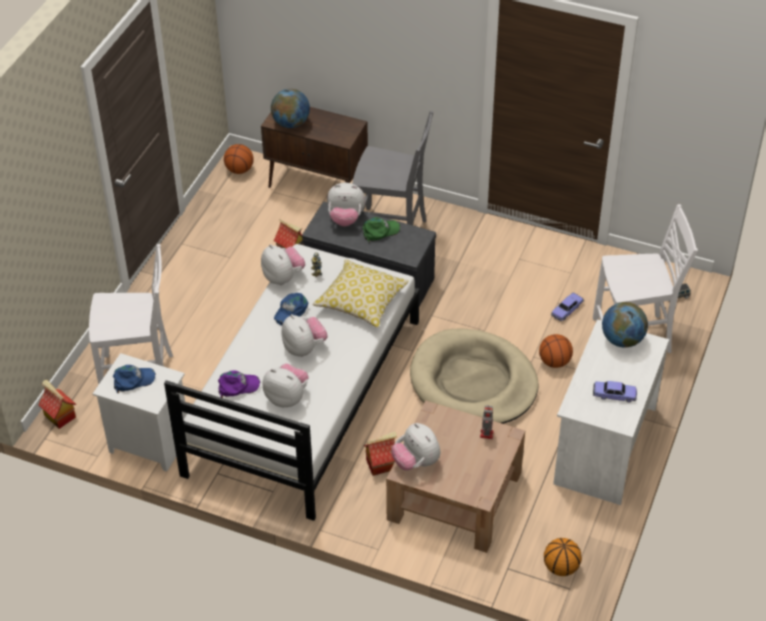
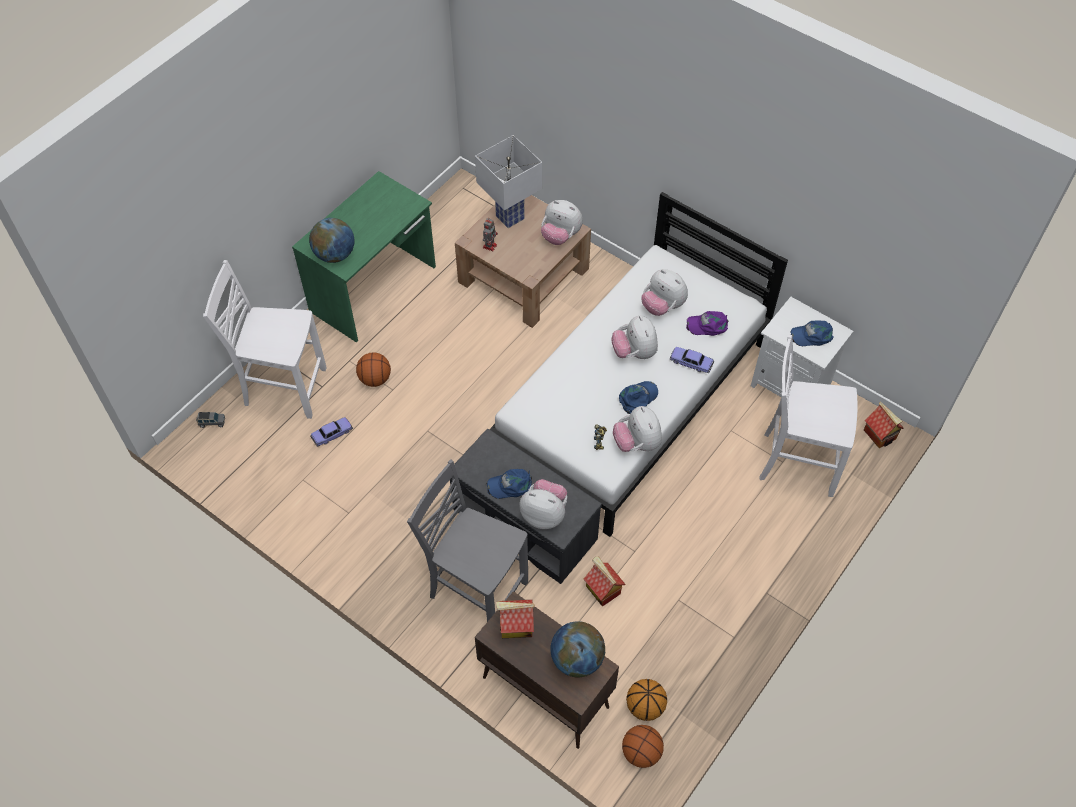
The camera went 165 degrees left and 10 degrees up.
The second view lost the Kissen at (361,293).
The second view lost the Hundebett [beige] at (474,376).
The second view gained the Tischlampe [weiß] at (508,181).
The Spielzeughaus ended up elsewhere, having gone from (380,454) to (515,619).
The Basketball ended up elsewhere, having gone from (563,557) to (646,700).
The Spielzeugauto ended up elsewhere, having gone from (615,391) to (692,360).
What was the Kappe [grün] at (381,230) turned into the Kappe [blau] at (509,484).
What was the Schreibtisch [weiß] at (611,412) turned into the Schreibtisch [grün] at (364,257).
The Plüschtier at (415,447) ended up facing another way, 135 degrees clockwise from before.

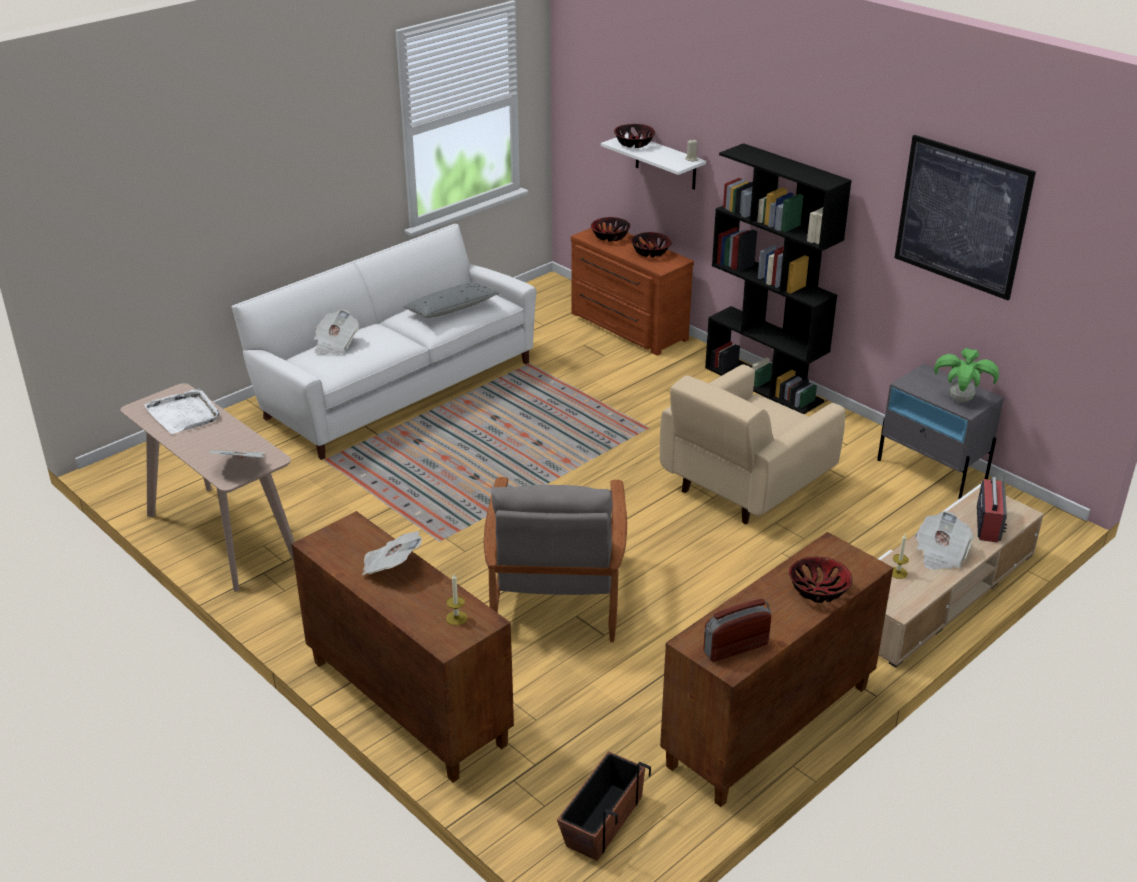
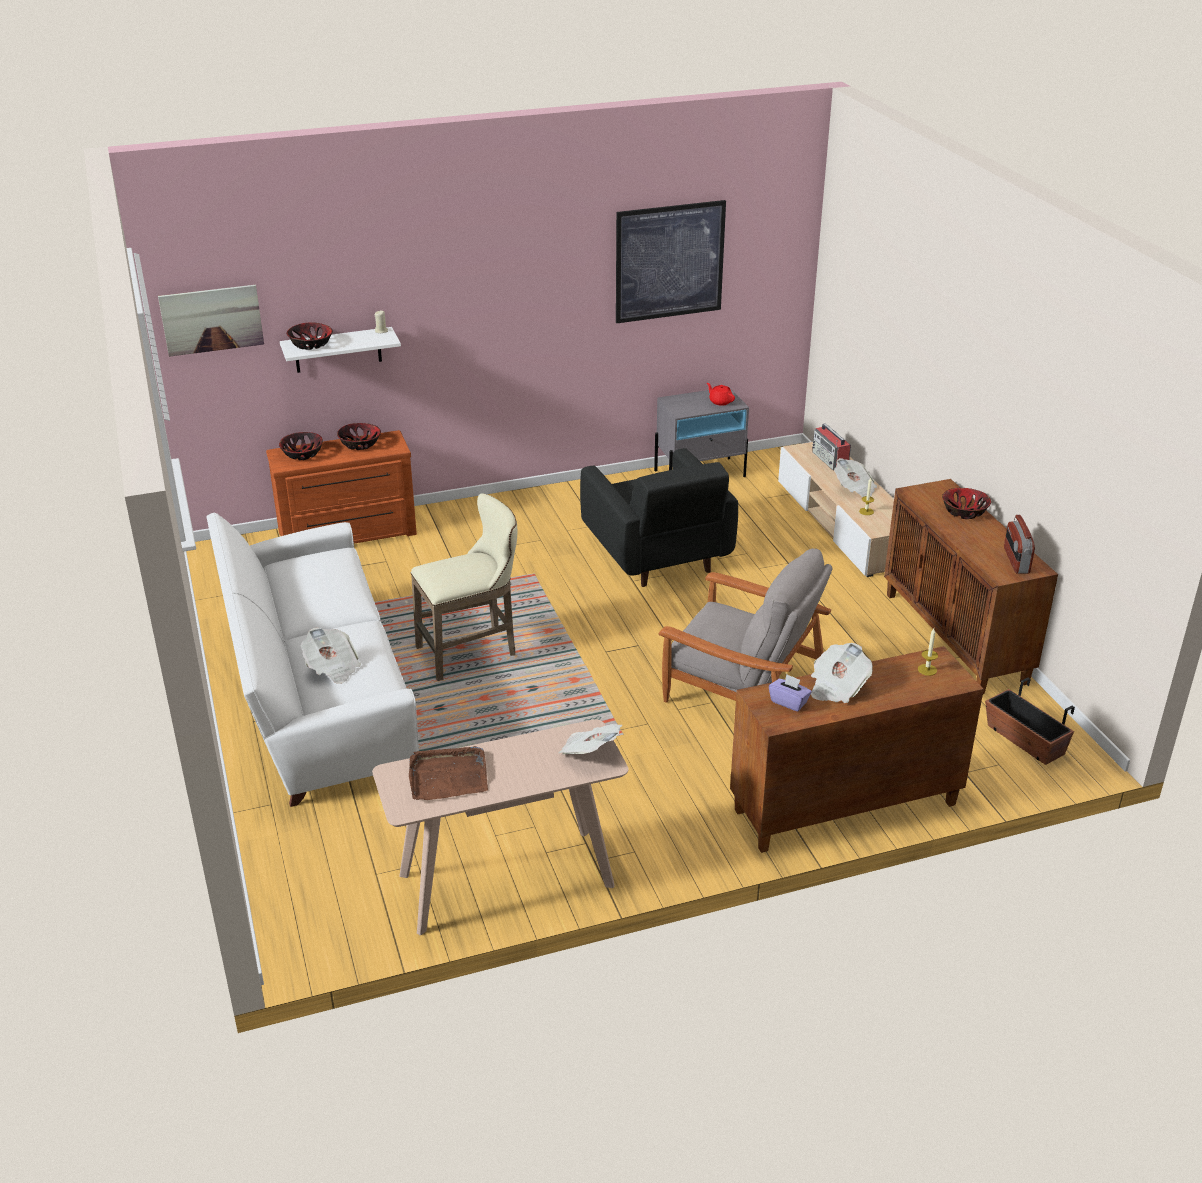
The camera went 65 degrees left and 0 degrees up.
The second view lost the Kissen [grau] at (451,300).
The second view lost the Bücherregal [schwarz] at (778,278).
The second view gained the Bild at (211,321).
The second view gained the Hocker [beige] at (464,587).
The second view gained the Taschentuchbox [lila] at (790,692).
Where the Topfpflanze stood at (966,375), the Teekanne [rot] came to stand at (721,394).
What was the Tablett [weiß] at (181,411) turned into the Tablett [braun] at (448,773).
What was the Sessel [beige] at (753,444) turned into the Sessel [schwarz] at (659,517).
The Radio at (992,509) ended up facing another way, 150 degrees counterclockwise from before.

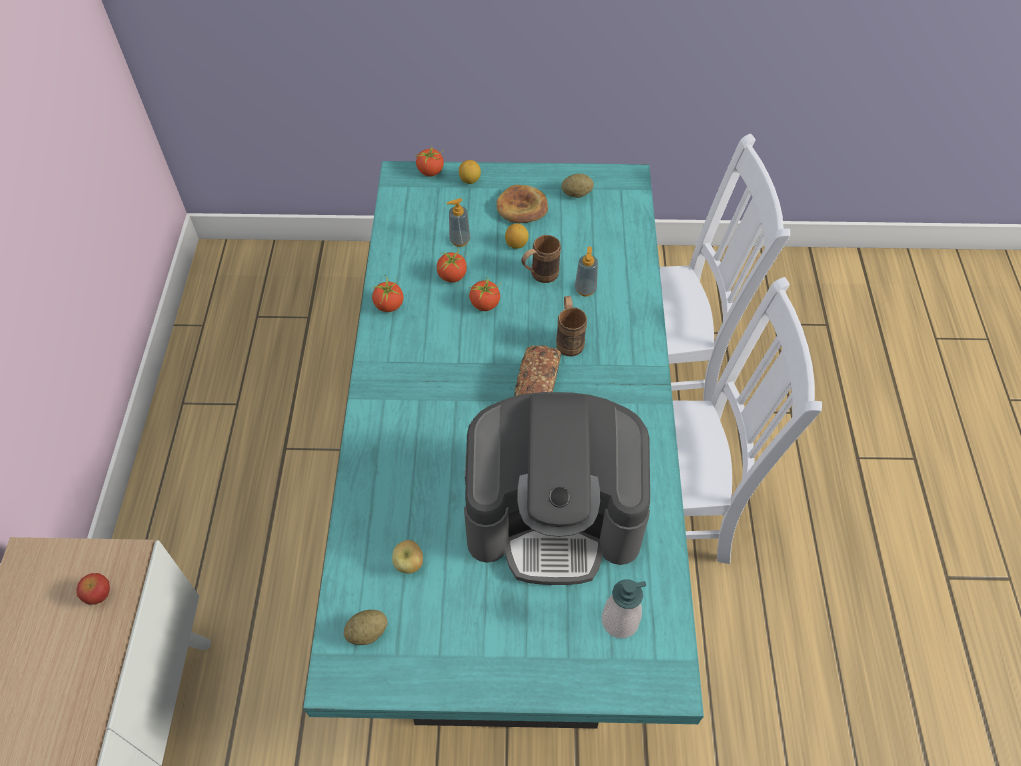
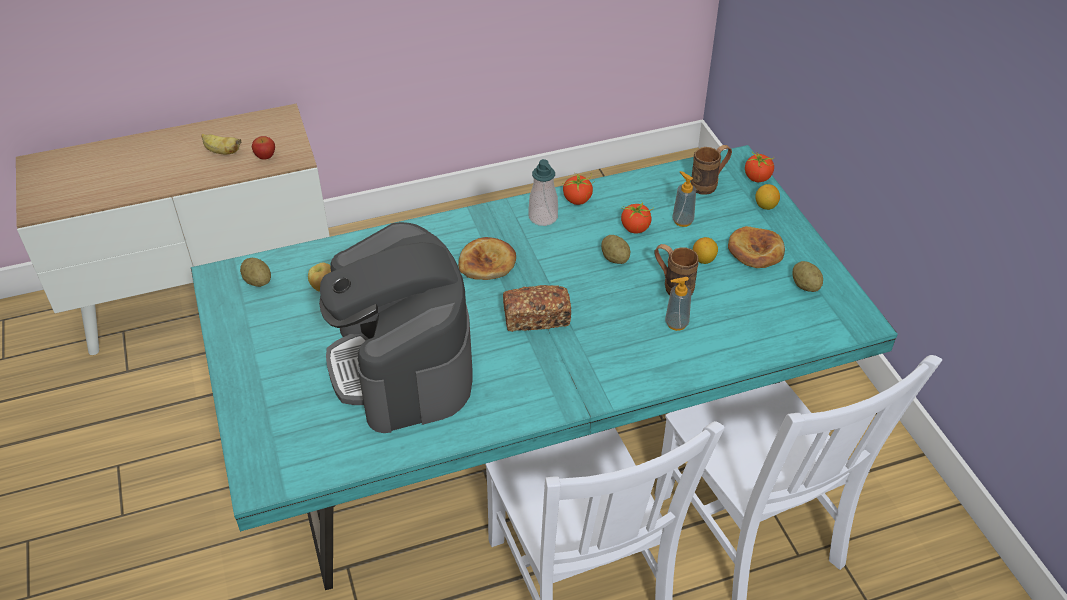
The camera went 70 degrees right and 10 degrees down.
The second view gained the Banane at (221,144).
The second view gained the Brot at (487,258).
The Henkelbecher [braun] ended up elsewhere, having gone from (571,326) to (711,170).
The Seifenspender ended up elsewhere, having gone from (623,609) to (543,192).
Where the Tomate stood at (484,294), the Kartoffel came to stand at (615,249).

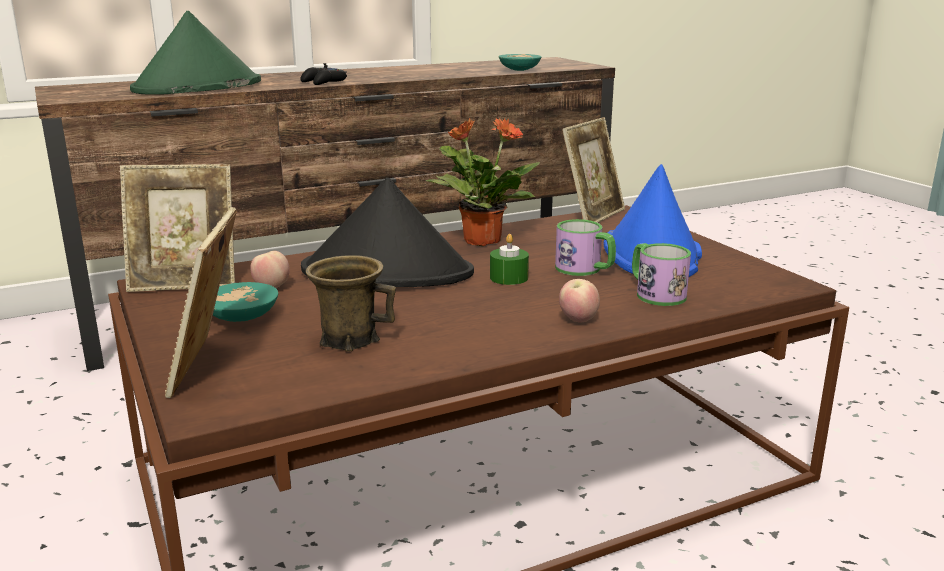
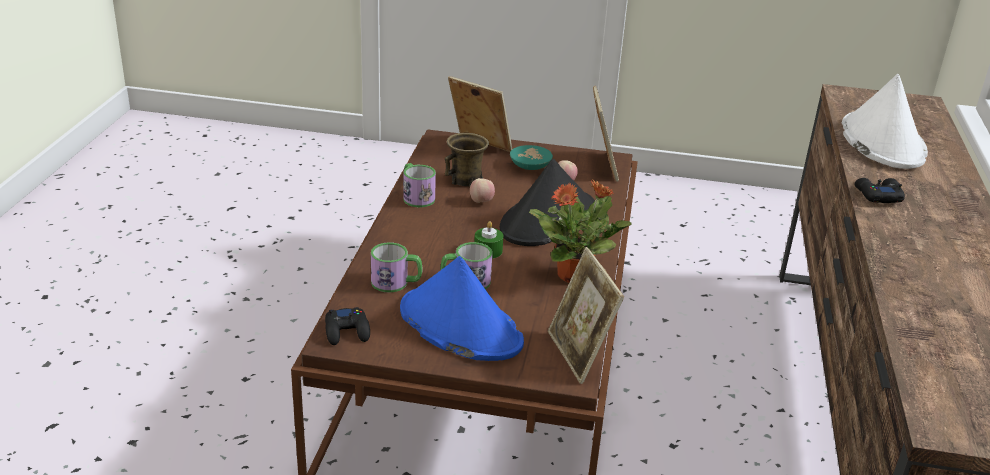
The camera went 125 degrees right and 10 degrees up.
The second view lost the Schüssel [türkis] at (520,62).
The second view gained the Gamepad [schwarz] at (347,326).
The second view gained the Henkelbecher at (420,185).
The Apfel ended up elsewhere, having gone from (579,301) to (482,190).
What was the Hut [grün] at (195,53) turned into the Hut [weiß] at (885,121).
The Bilderrahmen at (177,228) ended up facing another way, 150 degrees clockwise from before.

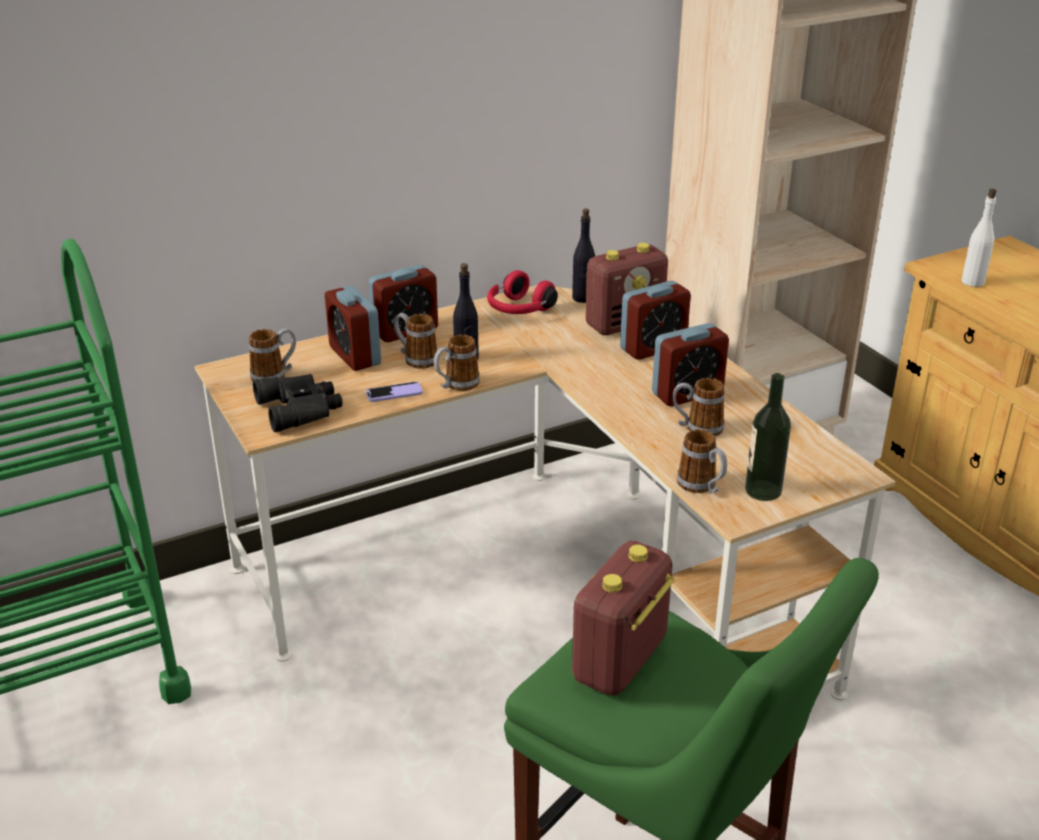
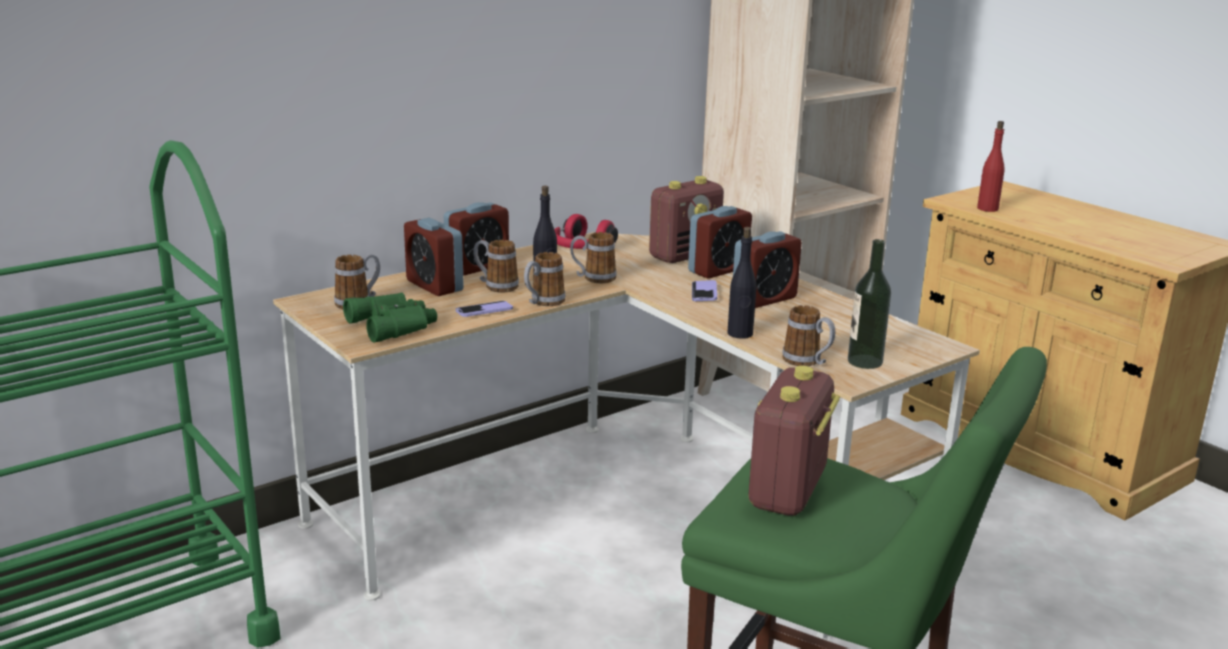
The camera went 10 degrees left and 10 degrees down.
The second view gained the Handy at (704,290).
The Flasche [schwarz] ended up elsewhere, having gone from (583,256) to (741,283).
The Henkelbecher ended up elsewhere, having gone from (699,407) to (593,257).
What was the Fernglas [schwarz] at (297,403) turned into the Fernglas [grün] at (390,317).
What was the Flasche [weiß] at (978,238) turned into the Flasche [rot] at (991,166).

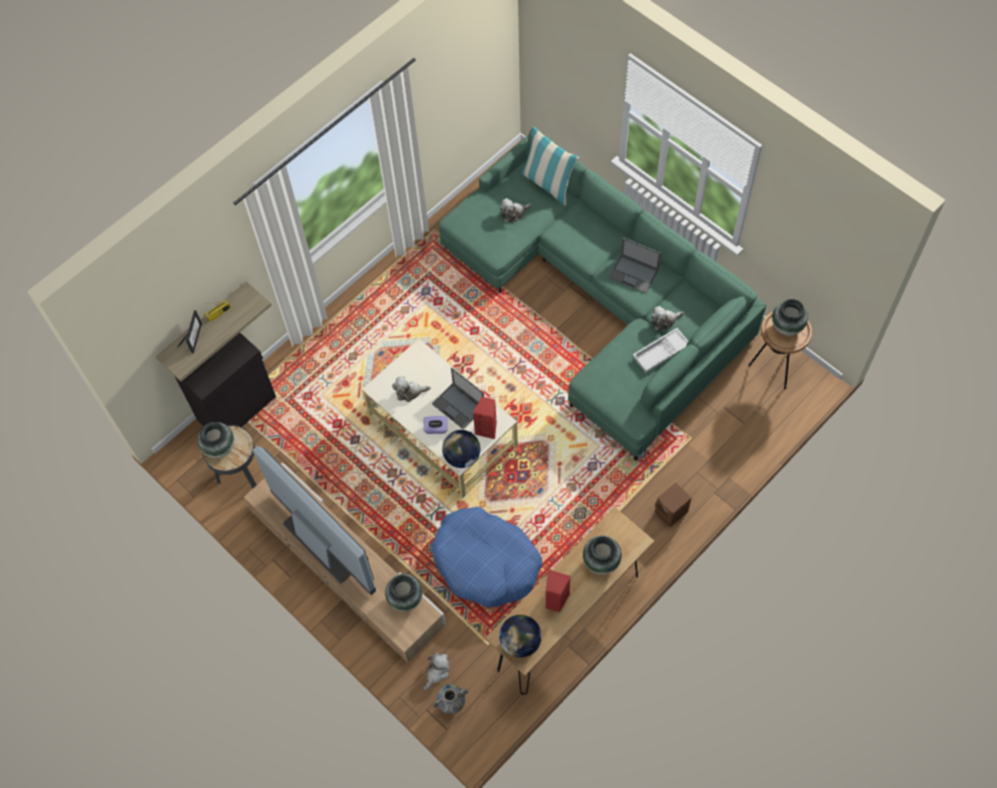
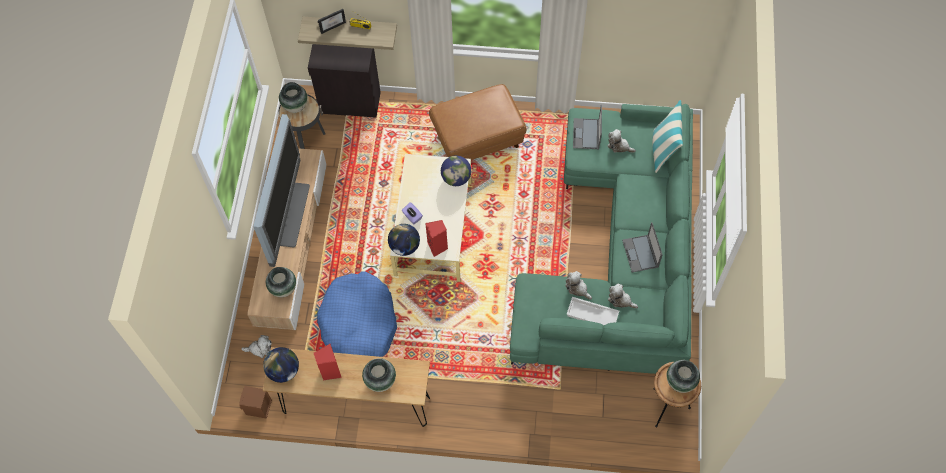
The camera went 50 degrees right and 0 degrees up.
The second view lost the Vase at (450,698).
The second view gained the Polsterhocker [braun] at (478,122).
The second view gained the Globus at (456,170).
The Plüschtier ended up elsewhere, having gone from (411,389) to (578,285).
The Laptop ended up elsewhere, having gone from (458,398) to (587,127).
The Lautsprecher [braun] ended up elsewhere, having gone from (673,504) to (256,402).

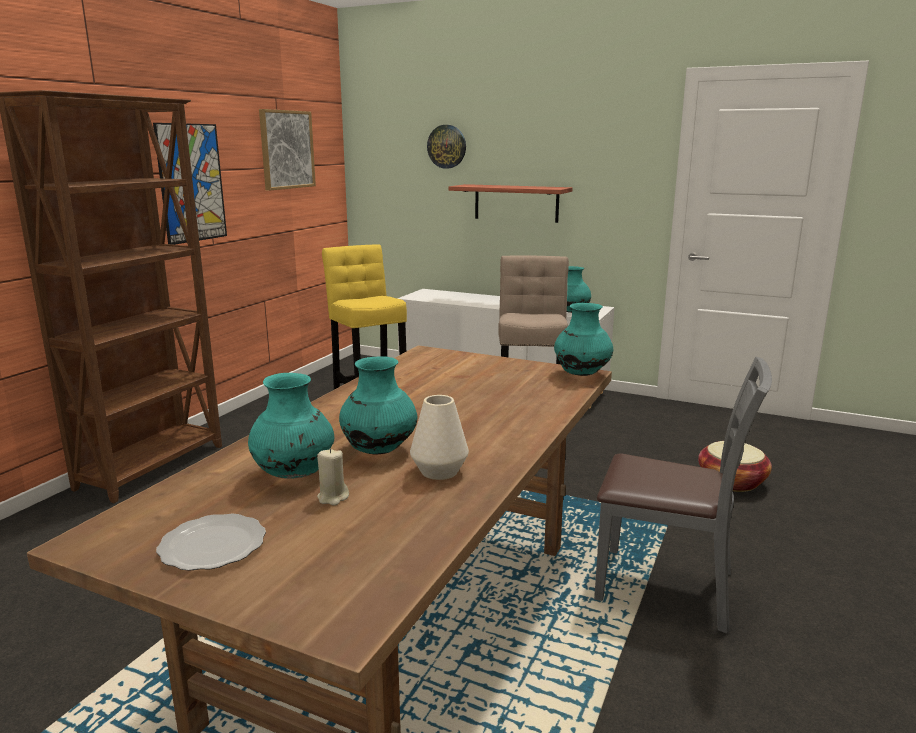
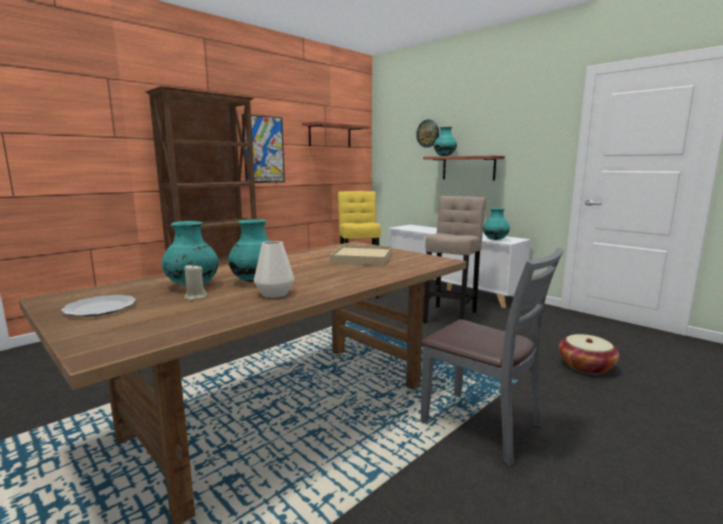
The camera went 20 degrees right and 5 degrees down.
The second view gained the Tablett [beige] at (360,255).
The Vase [türkis] ended up elsewhere, having gone from (583,339) to (445,141).
Where the Bild hung at (287,150), the Wandregal came to hang at (336,134).

